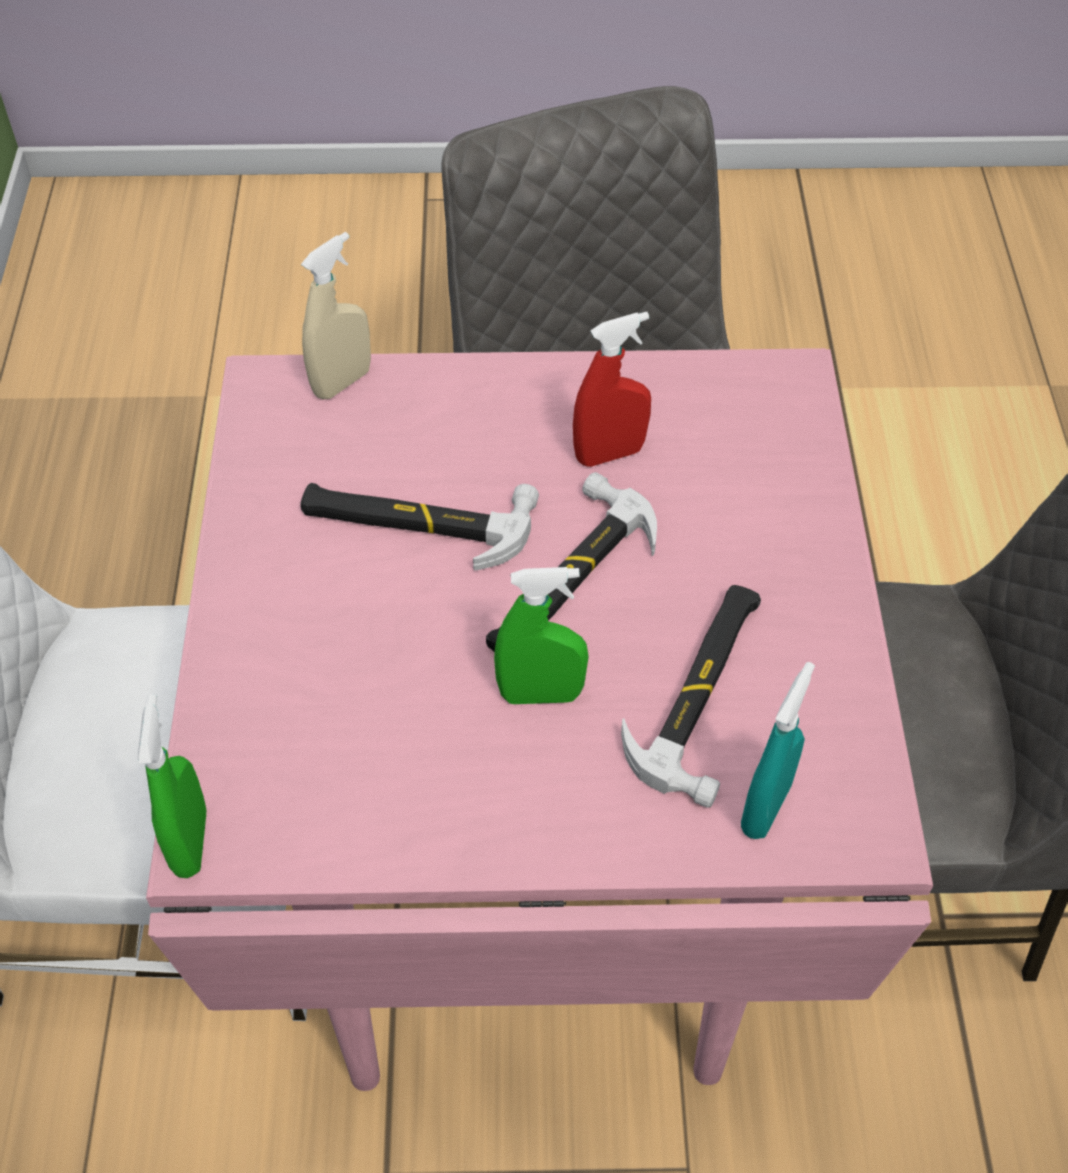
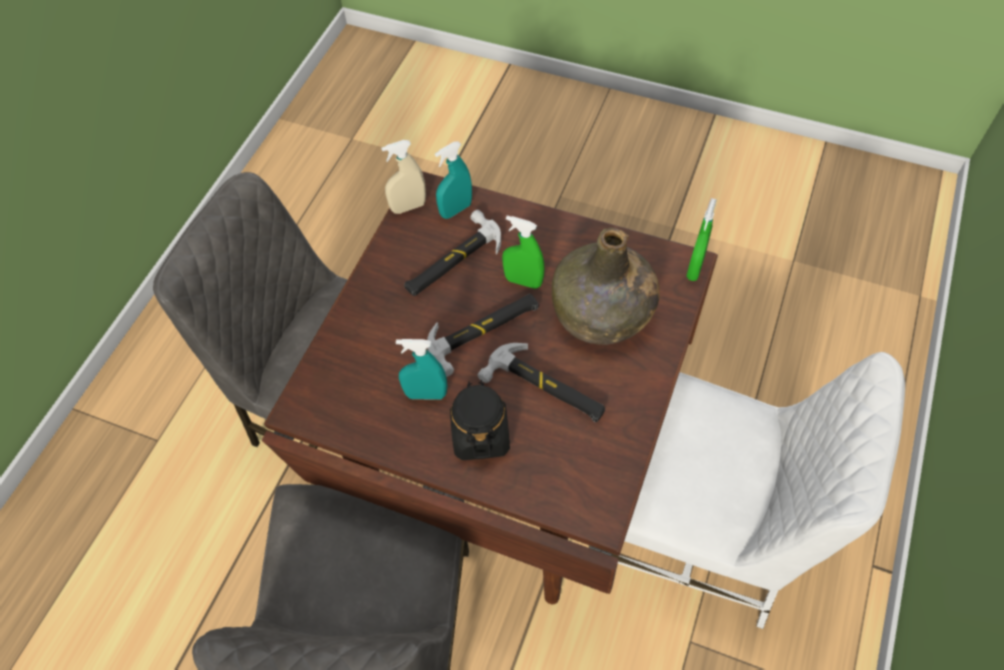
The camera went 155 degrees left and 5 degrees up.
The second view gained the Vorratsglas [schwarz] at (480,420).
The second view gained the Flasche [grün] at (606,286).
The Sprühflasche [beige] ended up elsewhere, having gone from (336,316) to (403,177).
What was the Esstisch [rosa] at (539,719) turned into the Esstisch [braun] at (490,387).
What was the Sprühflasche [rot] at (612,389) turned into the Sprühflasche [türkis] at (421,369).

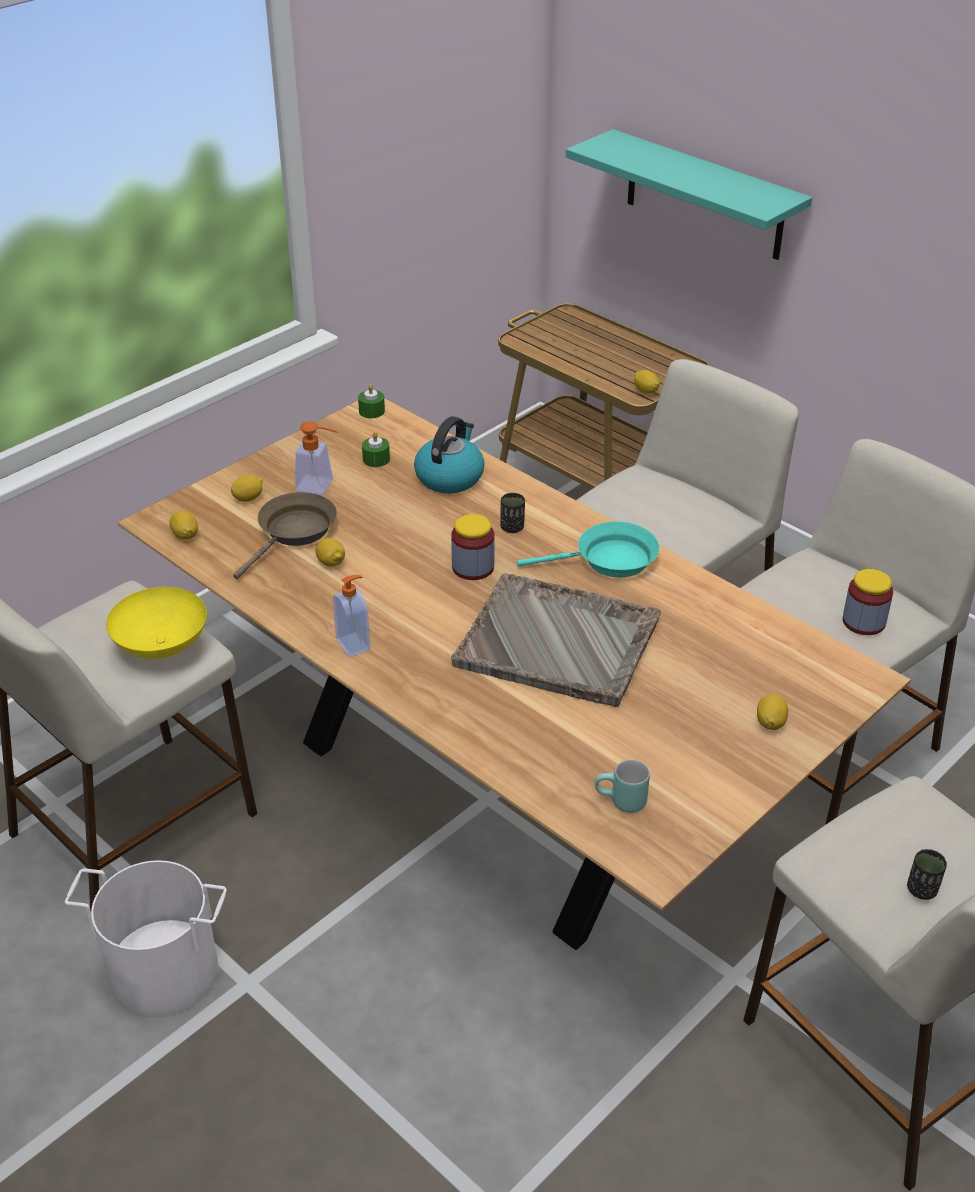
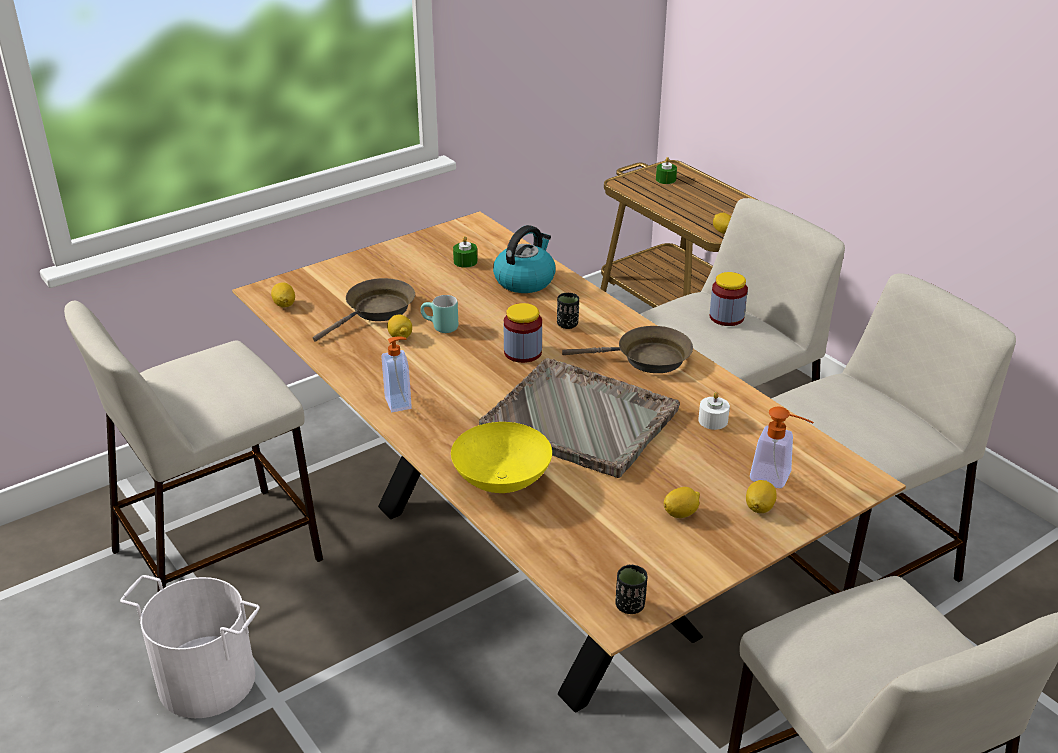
The camera went 10 degrees right and 5 degrees down.
The second view lost the Wandregal [türkis] at (689,194).
The second view gained the Kerze [weiß] at (714,411).
The Schüssel [gelb] ended up elsewhere, having gone from (156,623) to (501,457).
The Zitrone ended up elsewhere, having gone from (246,488) to (682,502).
The Seifenspender ended up elsewhere, having gone from (317,458) to (782,447).
The Kerze [grün] ended up elsewhere, having gone from (371,401) to (666,170).
The Henkelbecher [türkis] ended up elsewhere, having gone from (622,786) to (439,314).
The Vorratsglas ended up elsewhere, having gone from (868,602) to (729,299).
The Tasse [schwarz] ended up elsewhere, having gone from (927,874) to (631,589).
What was the Pfanne [türkis] at (588,549) turned into the Pfanne [braun] at (627,349).

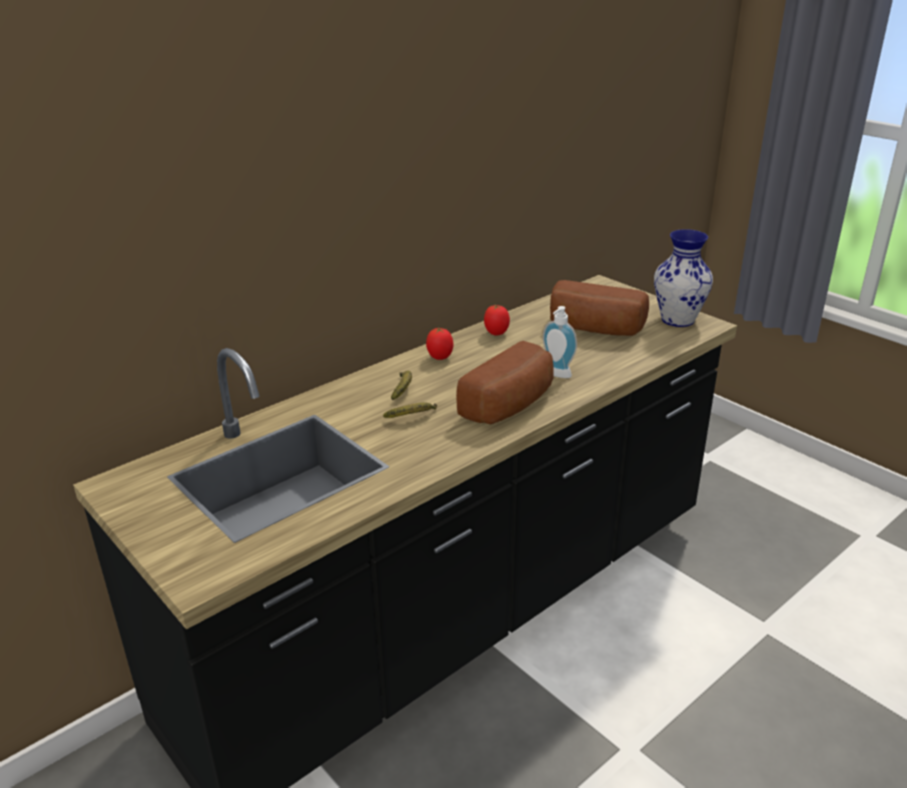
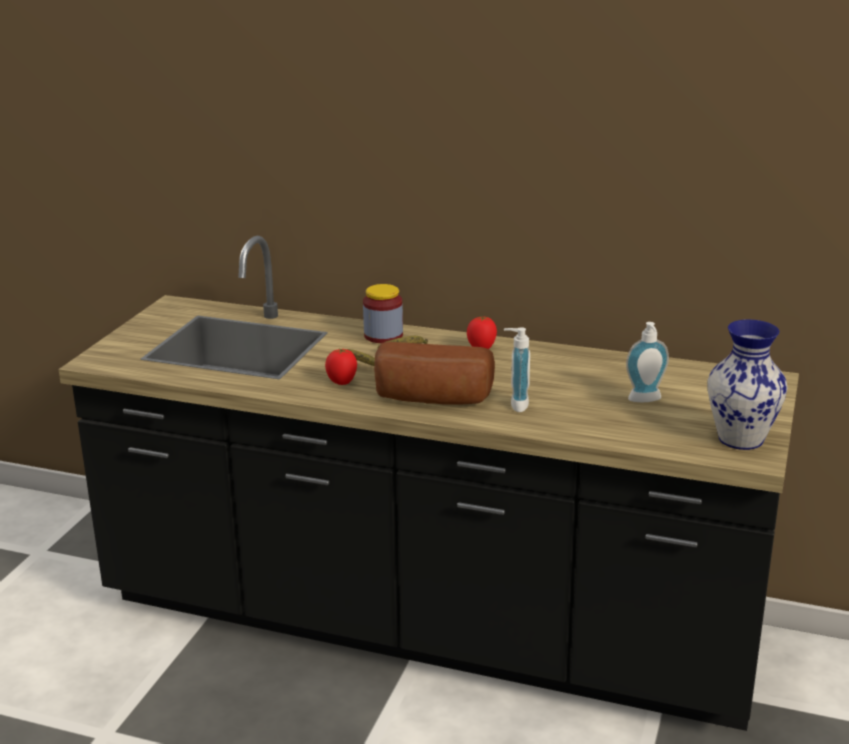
The camera went 60 degrees right and 5 degrees down.
The second view gained the Vorratsglas at (383,313).
The Tomate ended up elsewhere, having gone from (497,320) to (341,367).
Where the Brot stood at (599,308), the Seifenspender came to stand at (647,362).

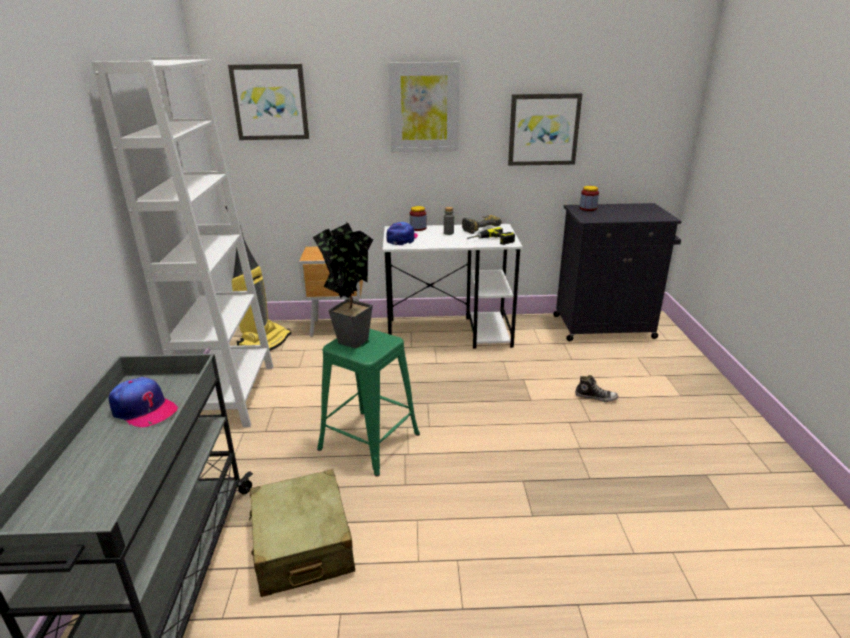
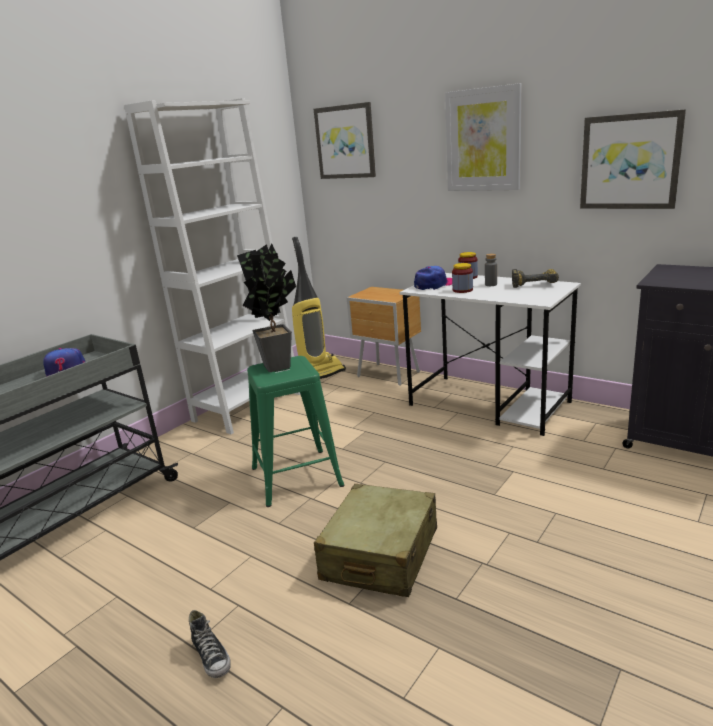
The camera went 40 degrees right and 5 degrees down.
The second view lost the Bohrmaschine at (491,236).
The Koffer [beige] ended up elsewhere, having gone from (302,533) to (375,540).
The Schuh ended up elsewhere, having gone from (596,388) to (210,644).
The Vorratsglas ended up elsewhere, having gone from (589,198) to (462,278).

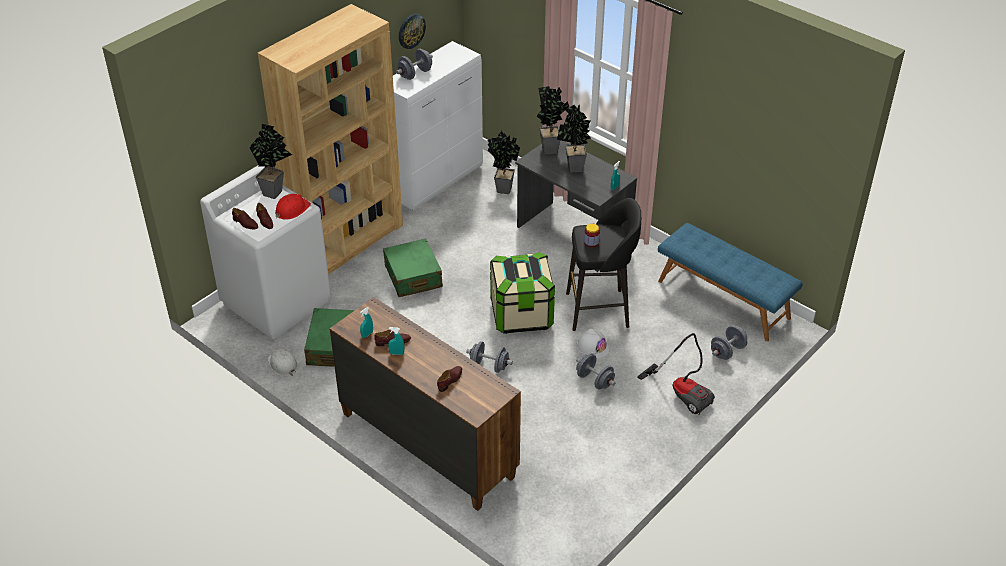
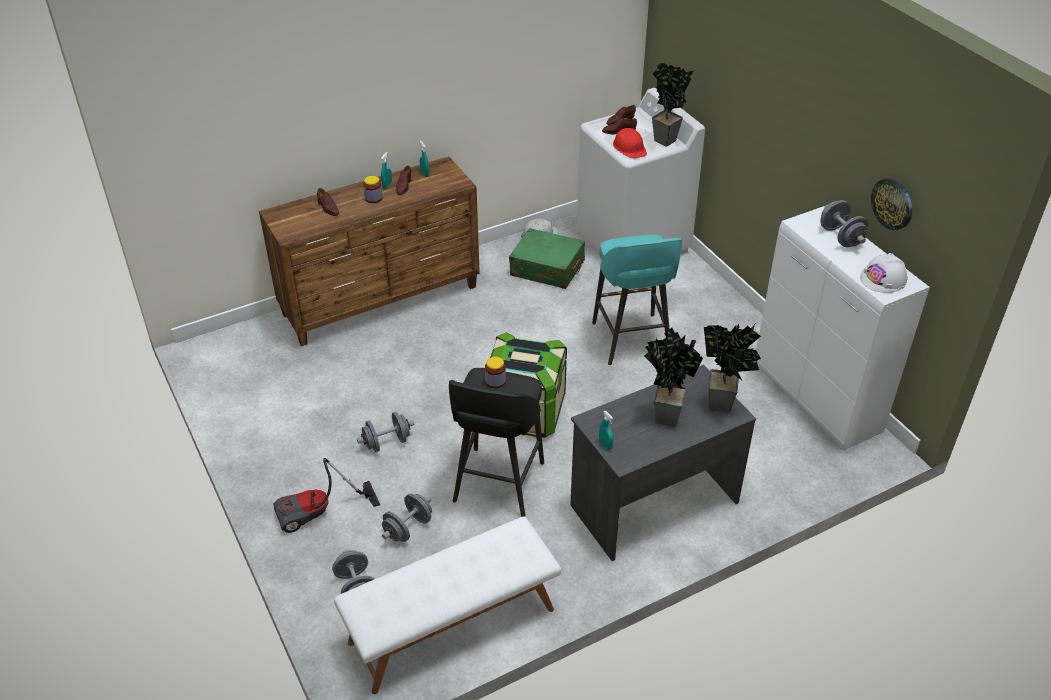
The camera went 110 degrees right and 0 degrees up.
The second view lost the Bücherregal [braun] at (330,139).
The second view lost the Topfpflanze at (503,162).
The second view gained the Vorratsglas at (372,189).
The Hantel [grau] ended up elsewhere, having gone from (489,357) to (407,517).
The Schutzhelm [weiß] ended up elsewhere, having gone from (593,343) to (884,273).
Where the Koffer [grün] stood at (413,267), the Hocker [türkis] came to stand at (637,299).
What was the Bank [blau] at (730,282) turned into the Bank [weiß] at (447,605).

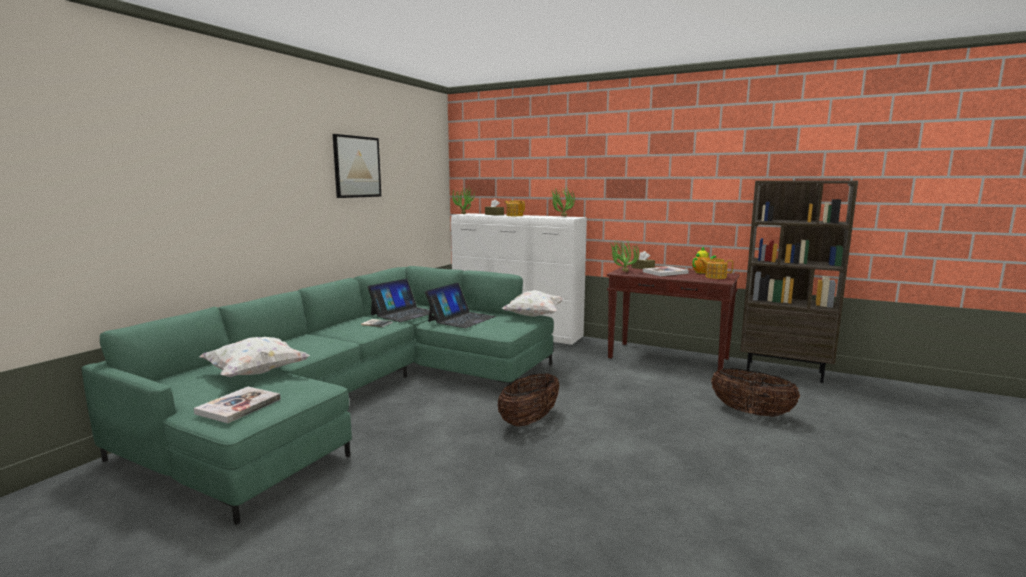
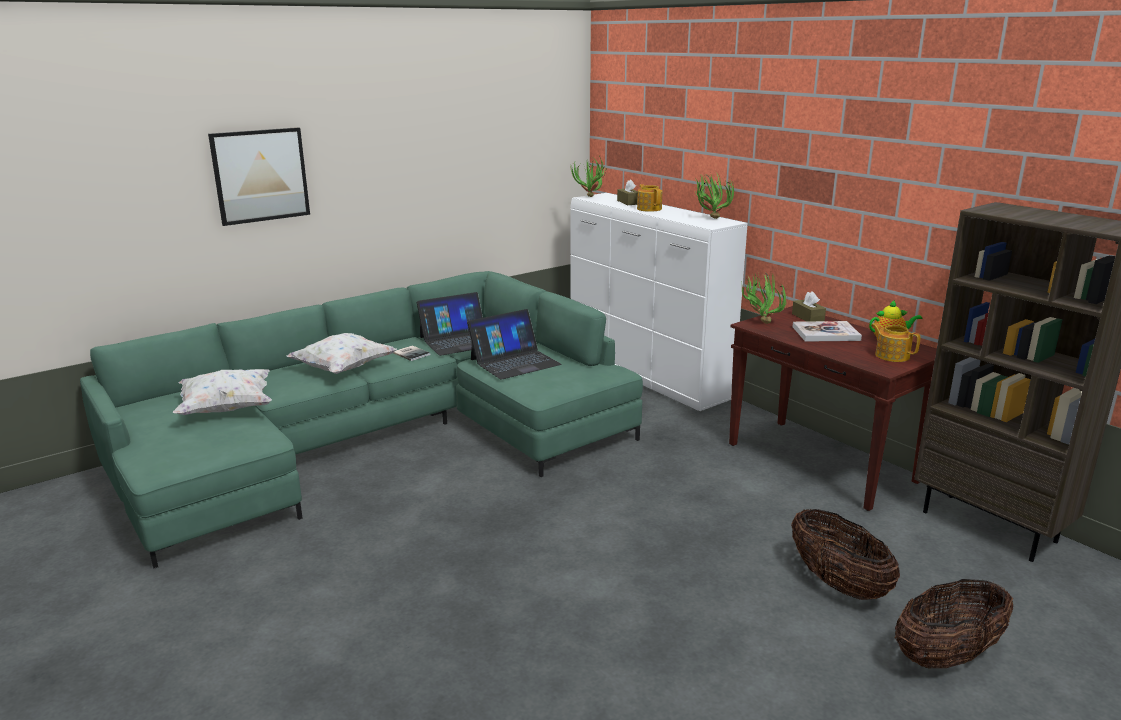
The camera went 25 degrees right and 10 degrees up.
The second view lost the Buch at (237,405).
The Bild ended up elsewhere, having gone from (357,166) to (259,176).
The Korb ended up elsewhere, having gone from (528,400) to (953,623).
The Kissen [weiß] ended up elsewhere, having gone from (532,303) to (342,353).

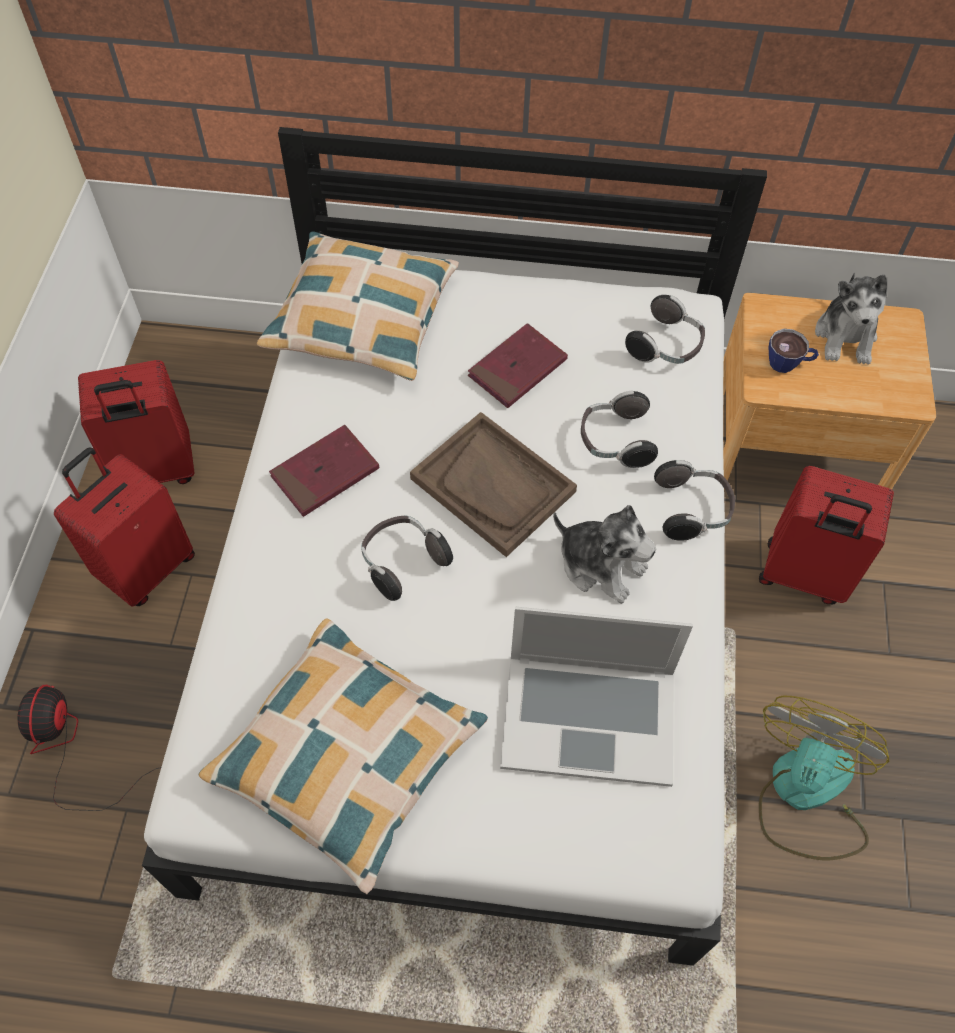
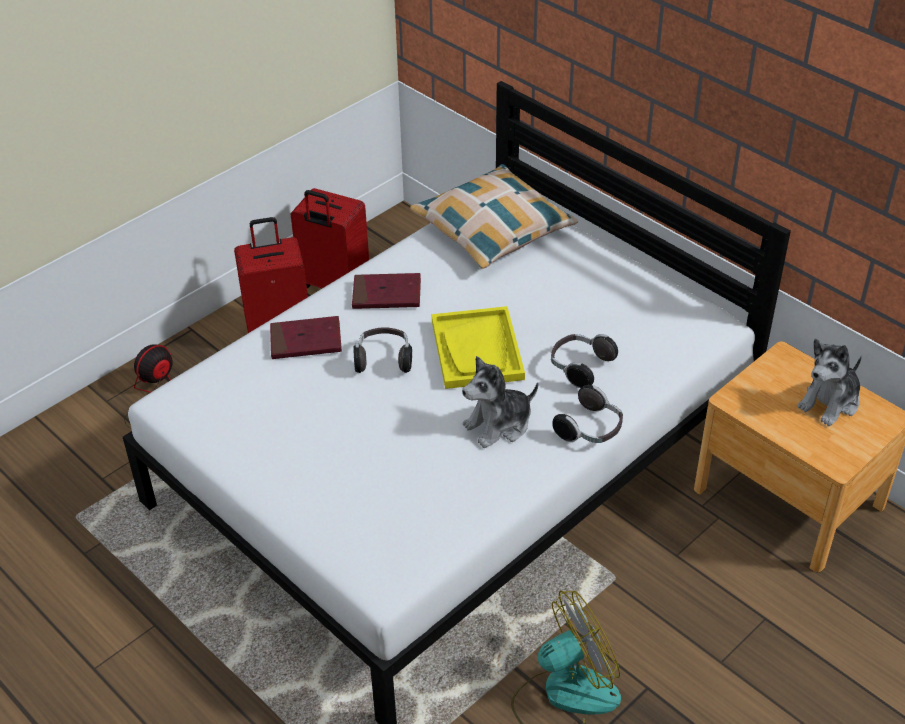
The camera went 40 degrees right and 15 degrees down.
The second view lost the Kissen at (343,756).
The second view lost the Laptop at (596,697).
The second view lost the Kopfhörer at (665,329).
The second view lost the Koffer [rot] at (826,535).
The second view lost the Tasse at (794,351).
The Buch [rot] ended up elsewhere, having gone from (518,365) to (306,337).
What was the Tablett [braun] at (493,484) turned into the Tablett [gelb] at (478,347).
The Plüschtier at (604,554) ended up facing another way, 75 degrees clockwise from before.

